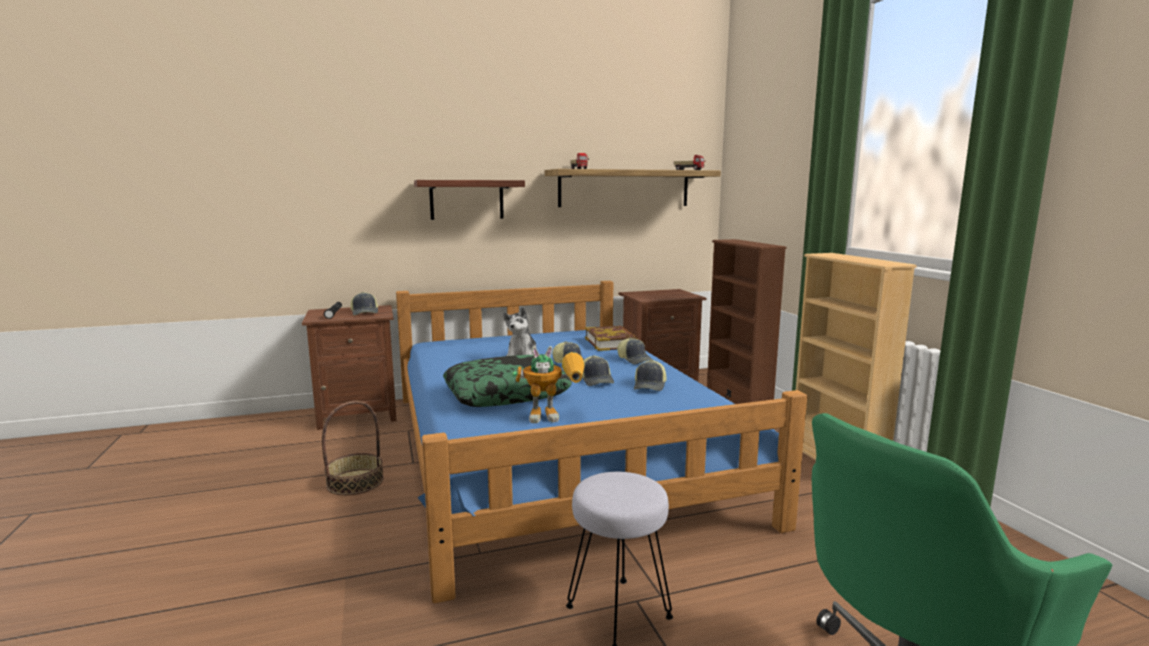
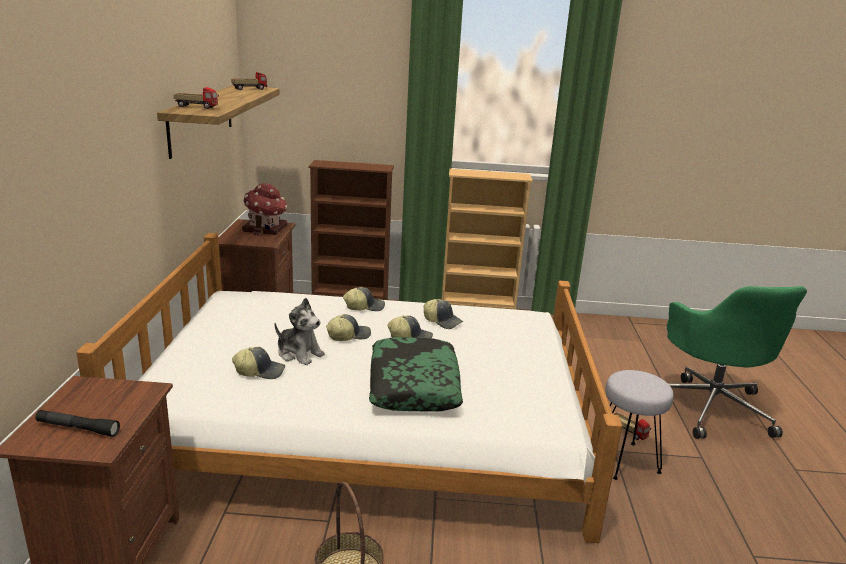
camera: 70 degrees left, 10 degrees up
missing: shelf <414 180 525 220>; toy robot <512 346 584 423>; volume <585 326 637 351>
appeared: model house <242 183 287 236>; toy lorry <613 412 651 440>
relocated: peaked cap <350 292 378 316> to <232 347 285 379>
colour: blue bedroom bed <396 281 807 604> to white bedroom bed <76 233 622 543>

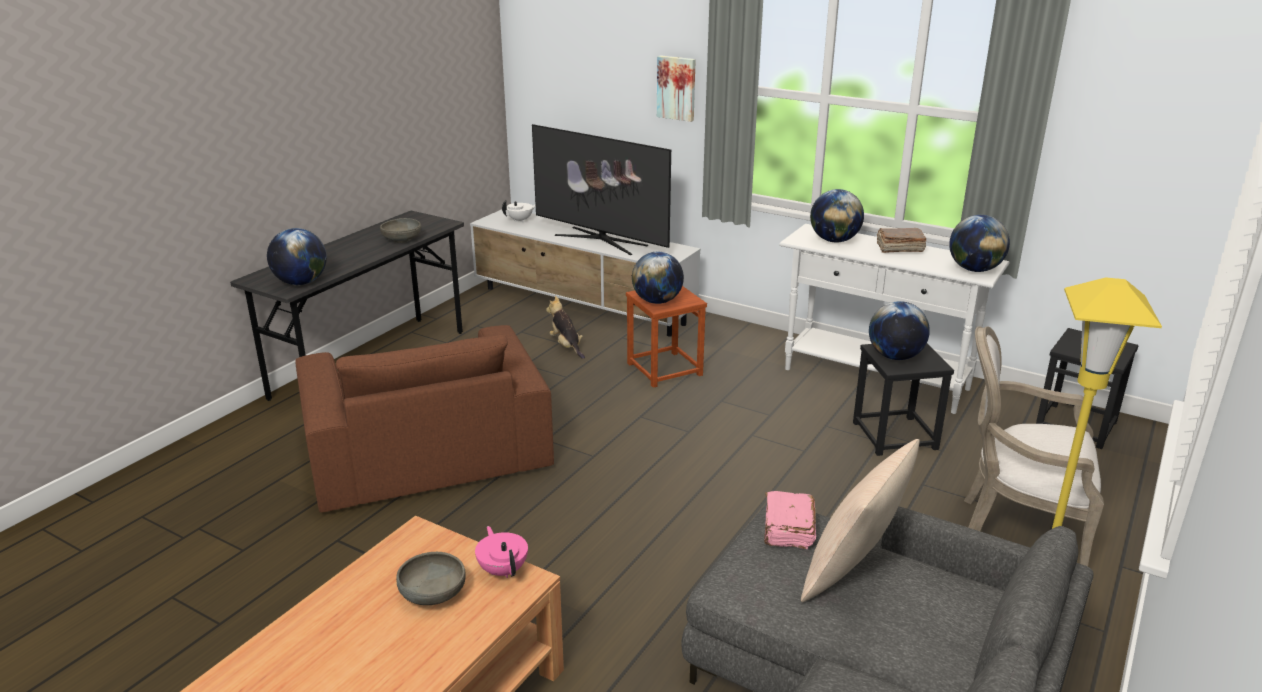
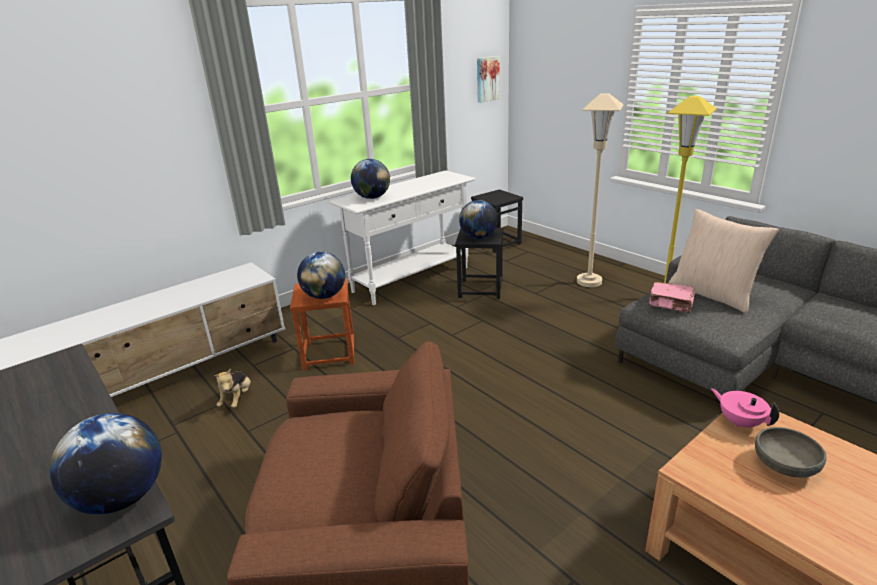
camera: 70 degrees left, 0 degrees up
missing: greyish deep dish <380 218 421 243>; white tea pot <502 200 536 223>; TV set <532 124 671 255>; brownish volume <877 228 927 253>; desk globe <949 215 1010 272>
relocated: picture <657 55 696 122> to <477 56 500 103>
exchanged: lounge chair <964 326 1104 566> to sand-coloured floor lamp <577 93 623 287>
spun: pink tea pot <475 526 528 578> = <711 388 779 428> 60 degrees clockwise; soft toy <546 296 585 359> = <214 369 251 408> 75 degrees counterclockwise

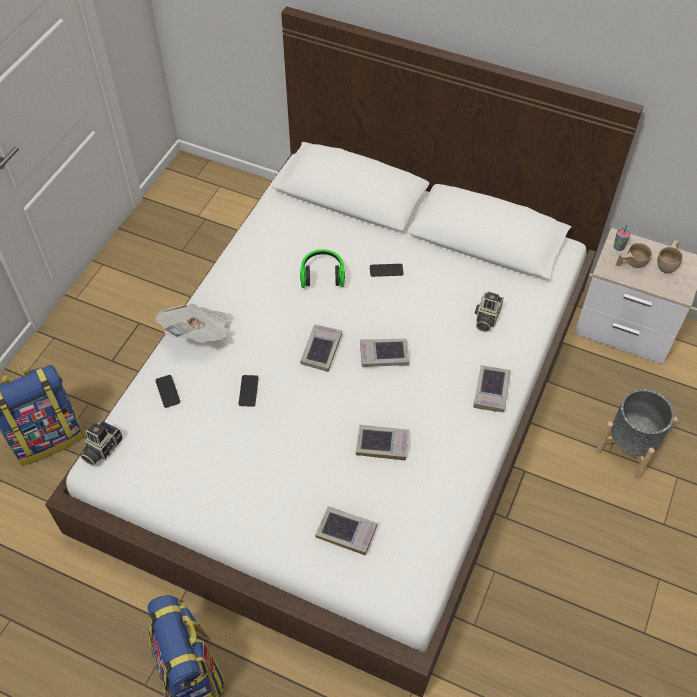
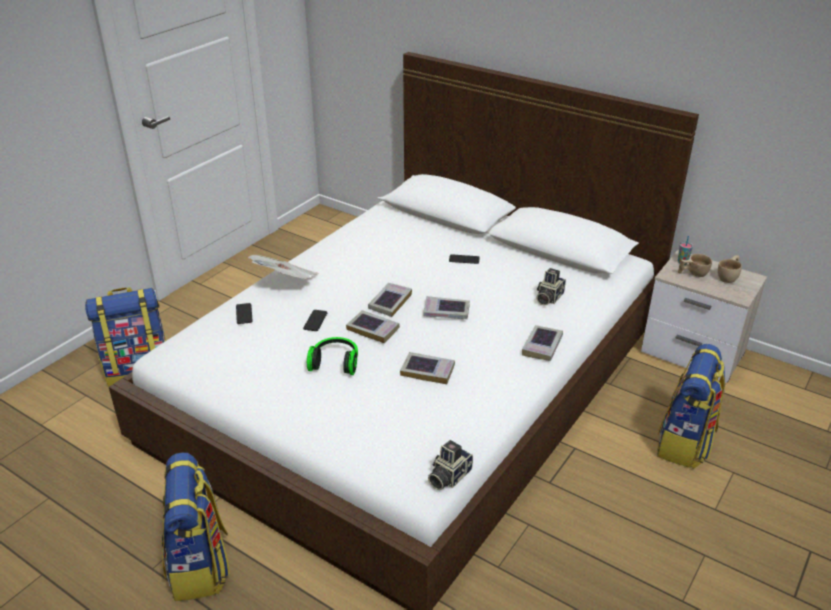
camera: 10 degrees right, 20 degrees down
relocated: photo camera <80 421 123 466> to <428 440 473 490>; headphones <300 249 345 288> to <307 337 358 375>; volume <315 506 377 555> to <346 310 400 343>
exchanged: greyish flower pot <596 389 678 479> to rucksack <657 344 726 469>

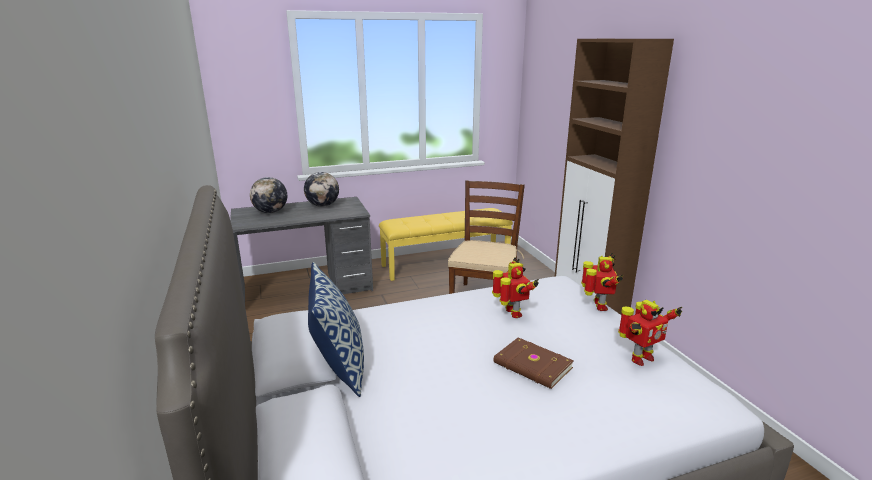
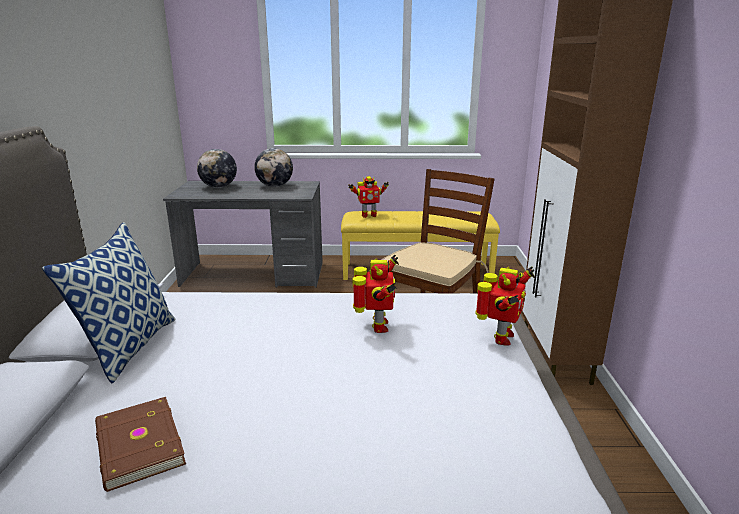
camera: 20 degrees right, 0 degrees up
relocated: brownish volume <494 337 574 389> to <95 397 186 492>; toy robot <618 300 682 366> to <348 176 389 218>

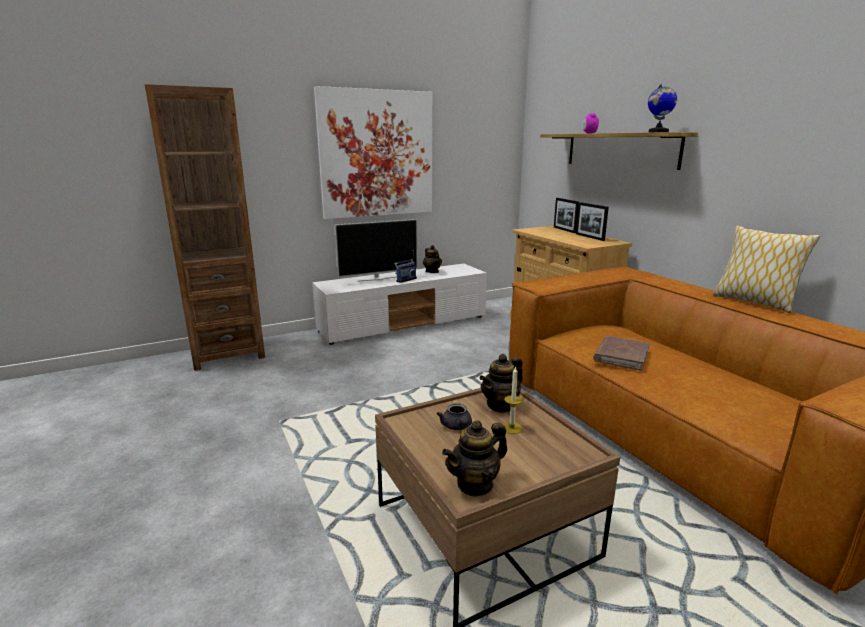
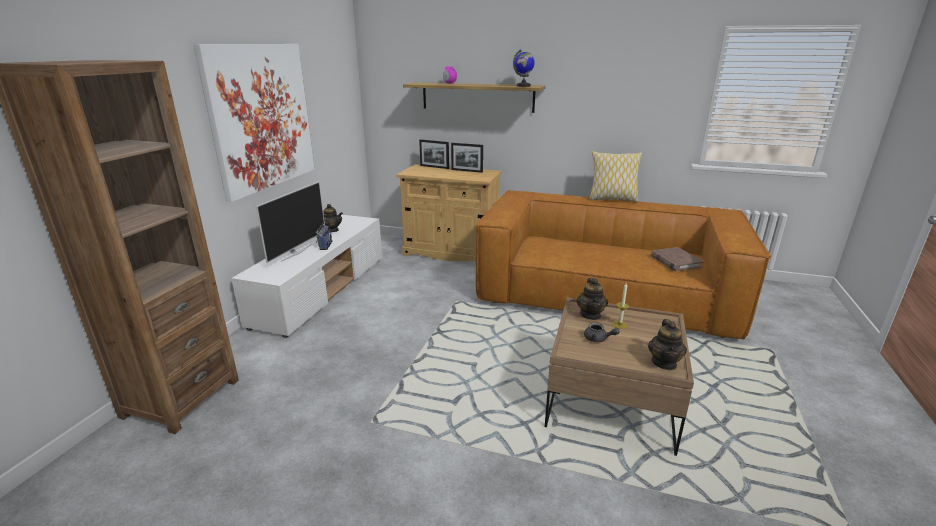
camera: 45 degrees left, 5 degrees up
relocated: brownish volume <593 336 650 371> to <651 247 704 271>

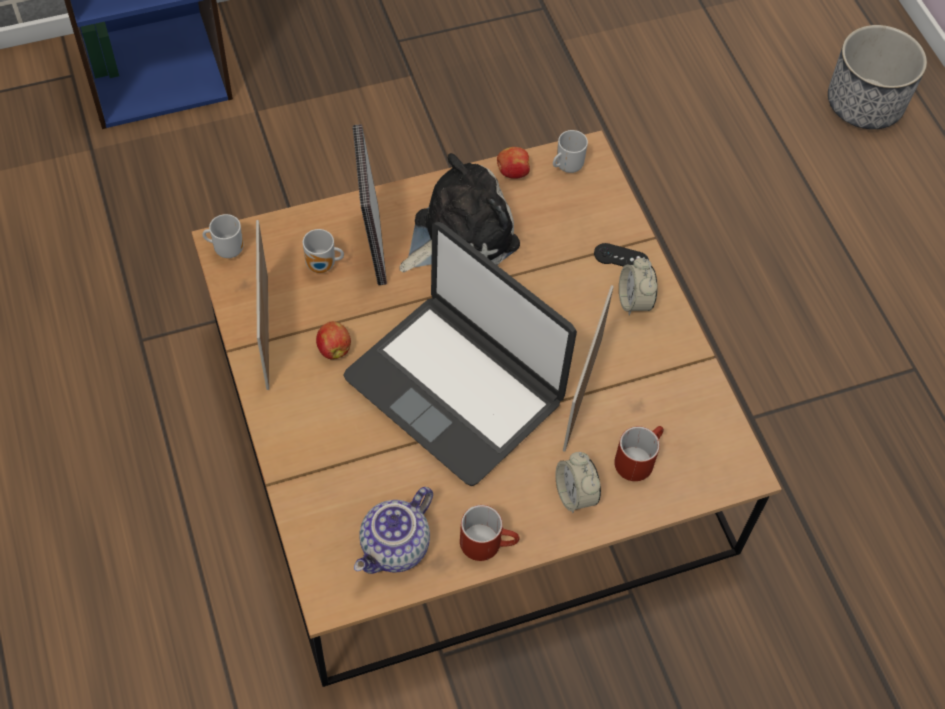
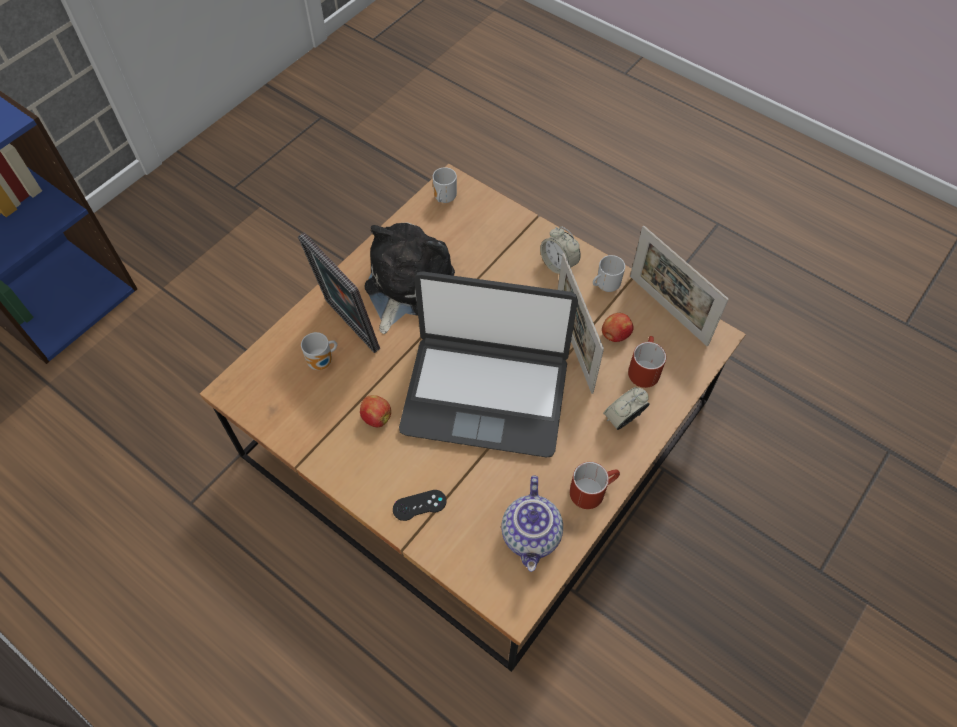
camera: 30 degrees left, 0 degrees up
missing: flower pot <828 25 927 129>
relocated: tea mug <203 214 243 258> to <593 255 625 292>; standing frame <256 220 269 390> to <630 226 729 346>; whole apple <497 147 530 179> to <602 313 634 342>; blackish joypad <594 243 649 267> to <393 490 447 521>
spun: alarm clock <555 452 601 513> = <603 387 650 430> 105 degrees clockwise

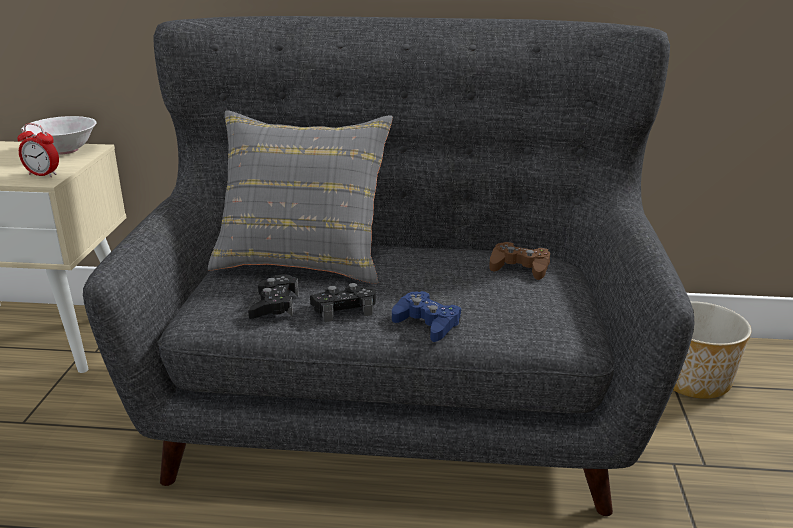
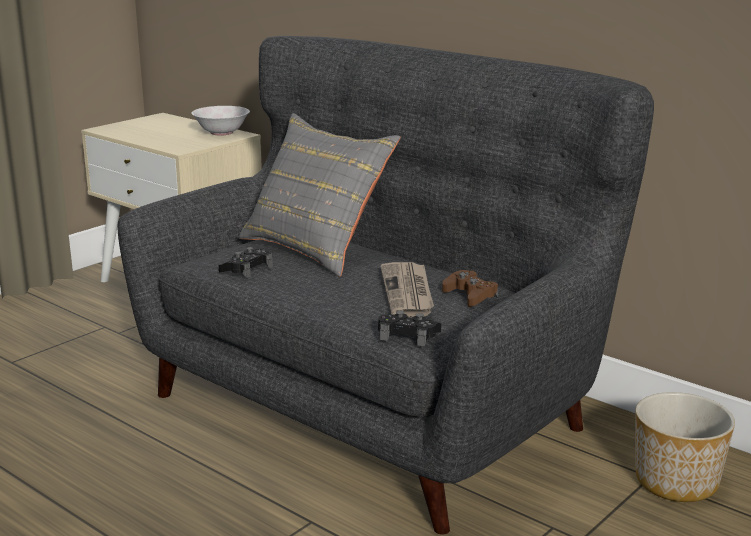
camera: 35 degrees right, 5 degrees down
missing: alarm clock <17 123 59 177>; blue joypad <392 291 461 342>
appeared: newspaper <380 262 434 317>
relocated: blackish joypad <310 283 376 322> to <378 311 441 346>

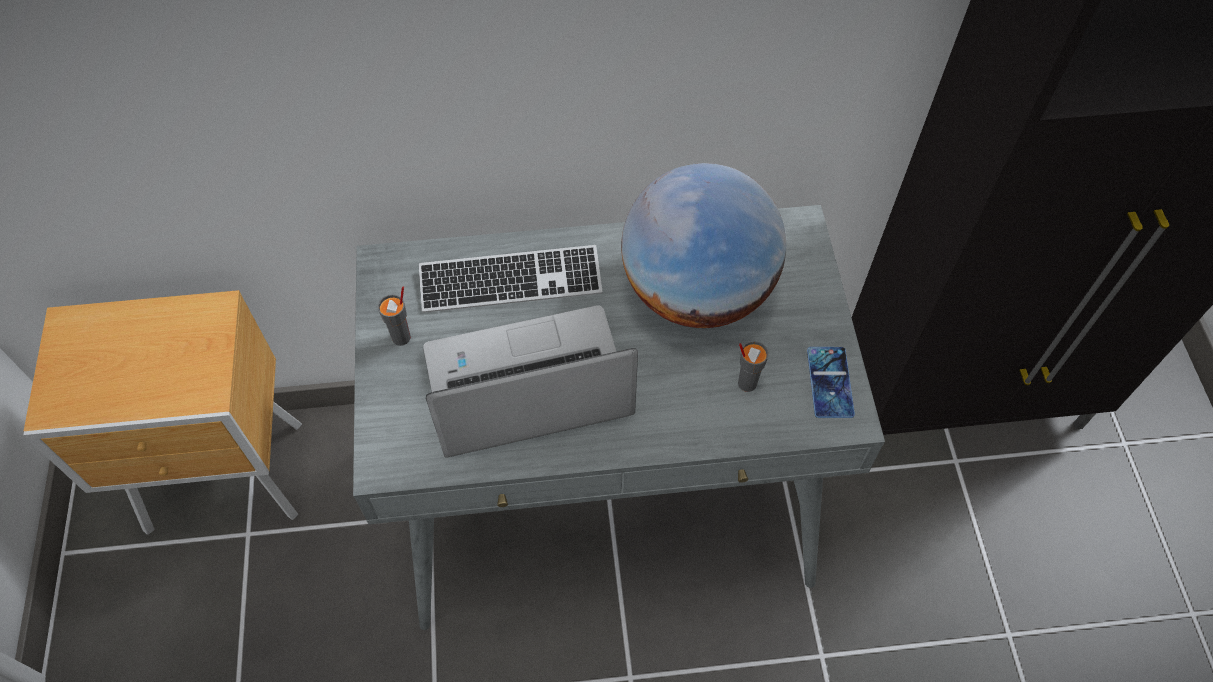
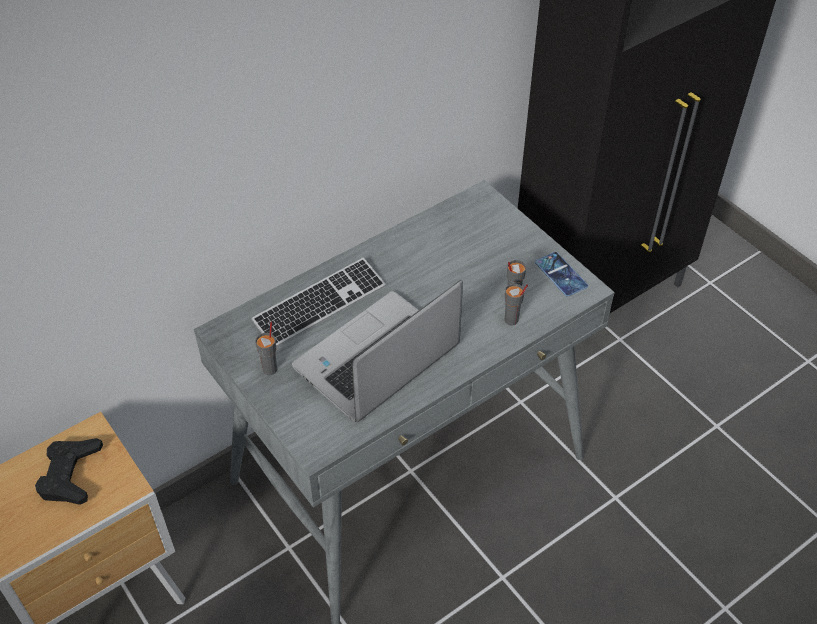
camera: 30 degrees left, 10 degrees down
missing: desk globe <621 163 786 328>
appeared: blackish joypad <35 438 103 505>; greyish small cup <505 284 528 326>

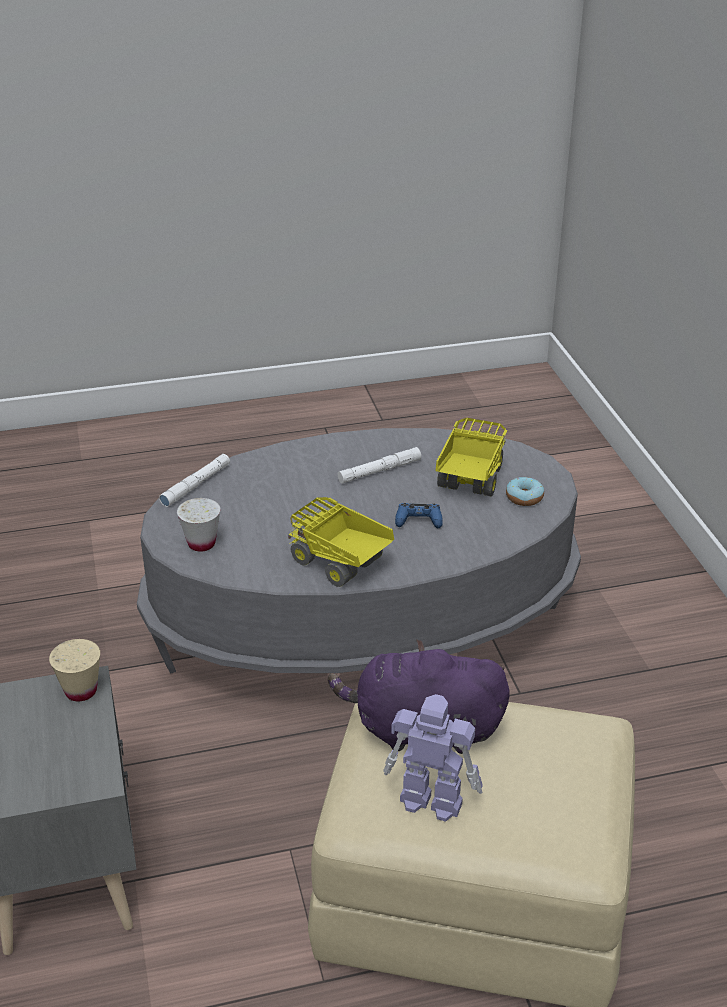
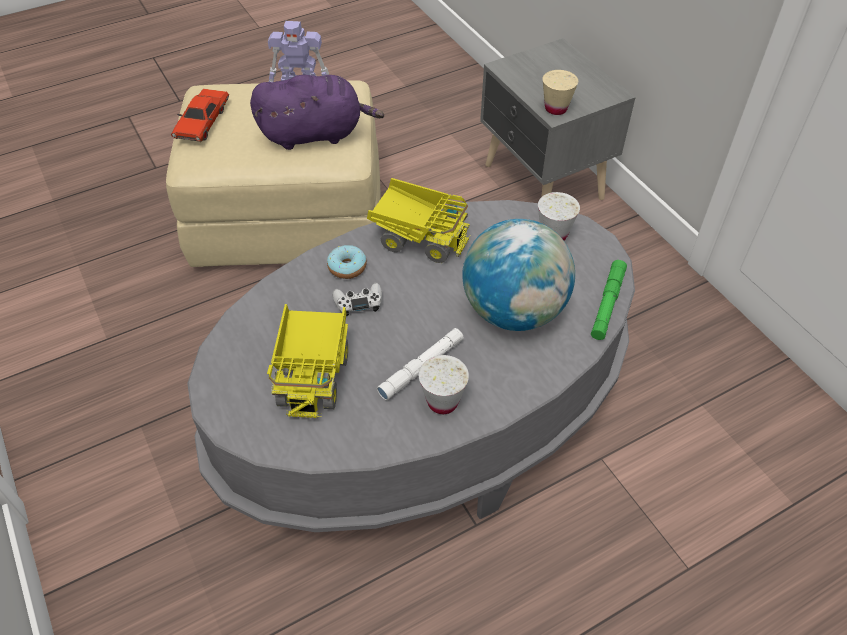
camera: 165 degrees right, 15 degrees up
appeared: red-coloured toy car <171 89 229 142>; white small cup <419 355 469 414>; desk globe <462 219 575 331>
relocated: donut <506 477 544 506> to <327 245 367 279>
colour: white flashlight <159 454 230 507> to green flashlight <591 260 627 340>; blue joypad <395 503 443 528> to white joypad <332 283 382 316>

